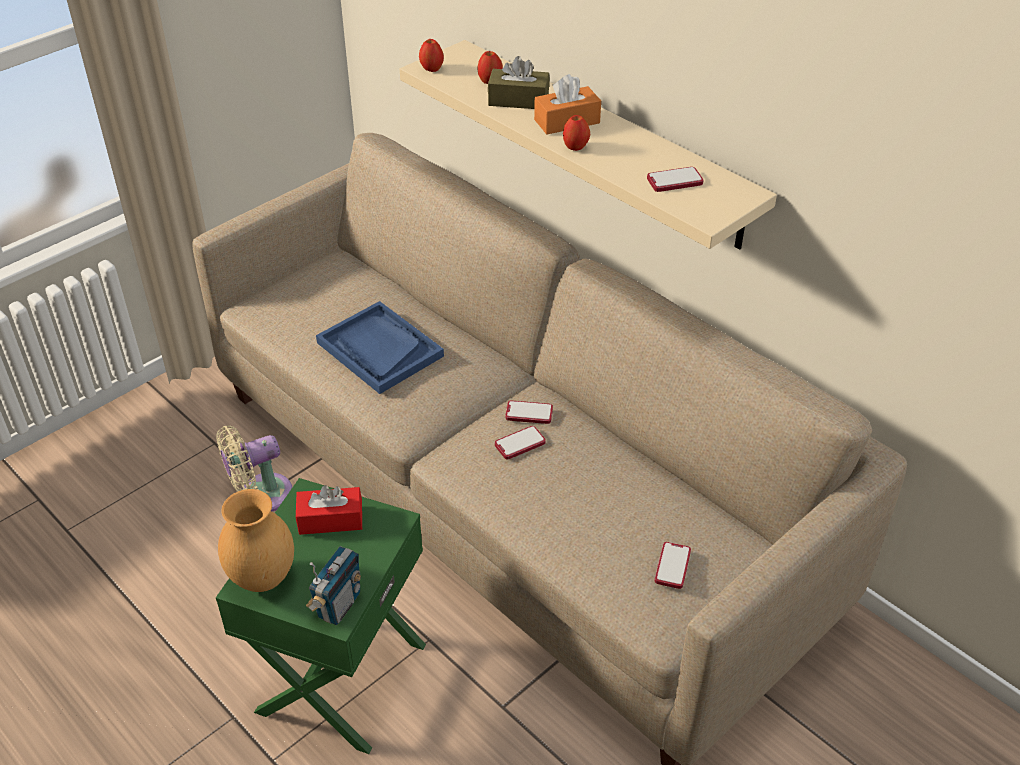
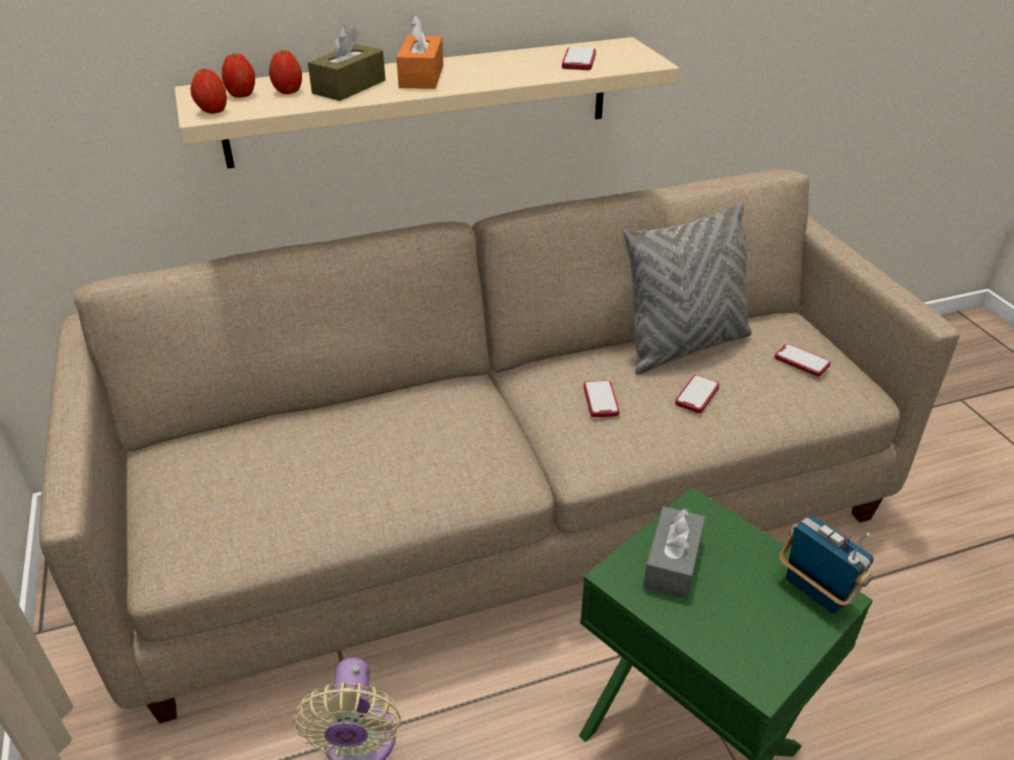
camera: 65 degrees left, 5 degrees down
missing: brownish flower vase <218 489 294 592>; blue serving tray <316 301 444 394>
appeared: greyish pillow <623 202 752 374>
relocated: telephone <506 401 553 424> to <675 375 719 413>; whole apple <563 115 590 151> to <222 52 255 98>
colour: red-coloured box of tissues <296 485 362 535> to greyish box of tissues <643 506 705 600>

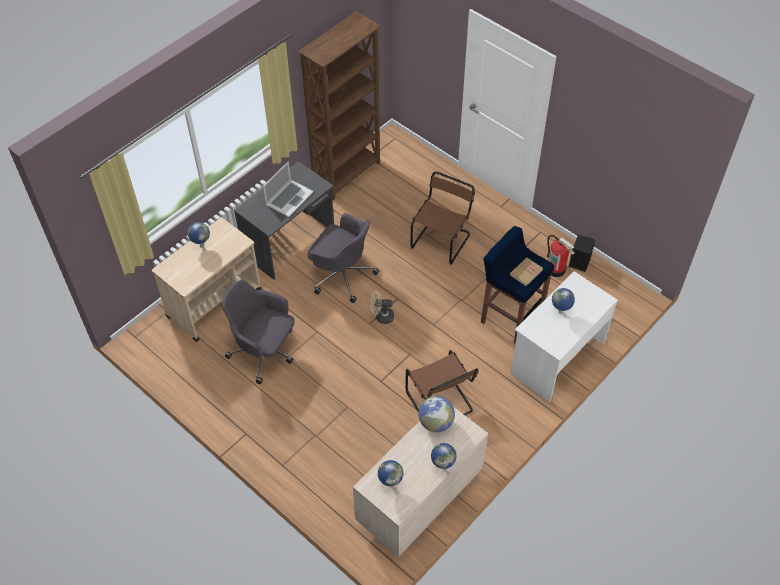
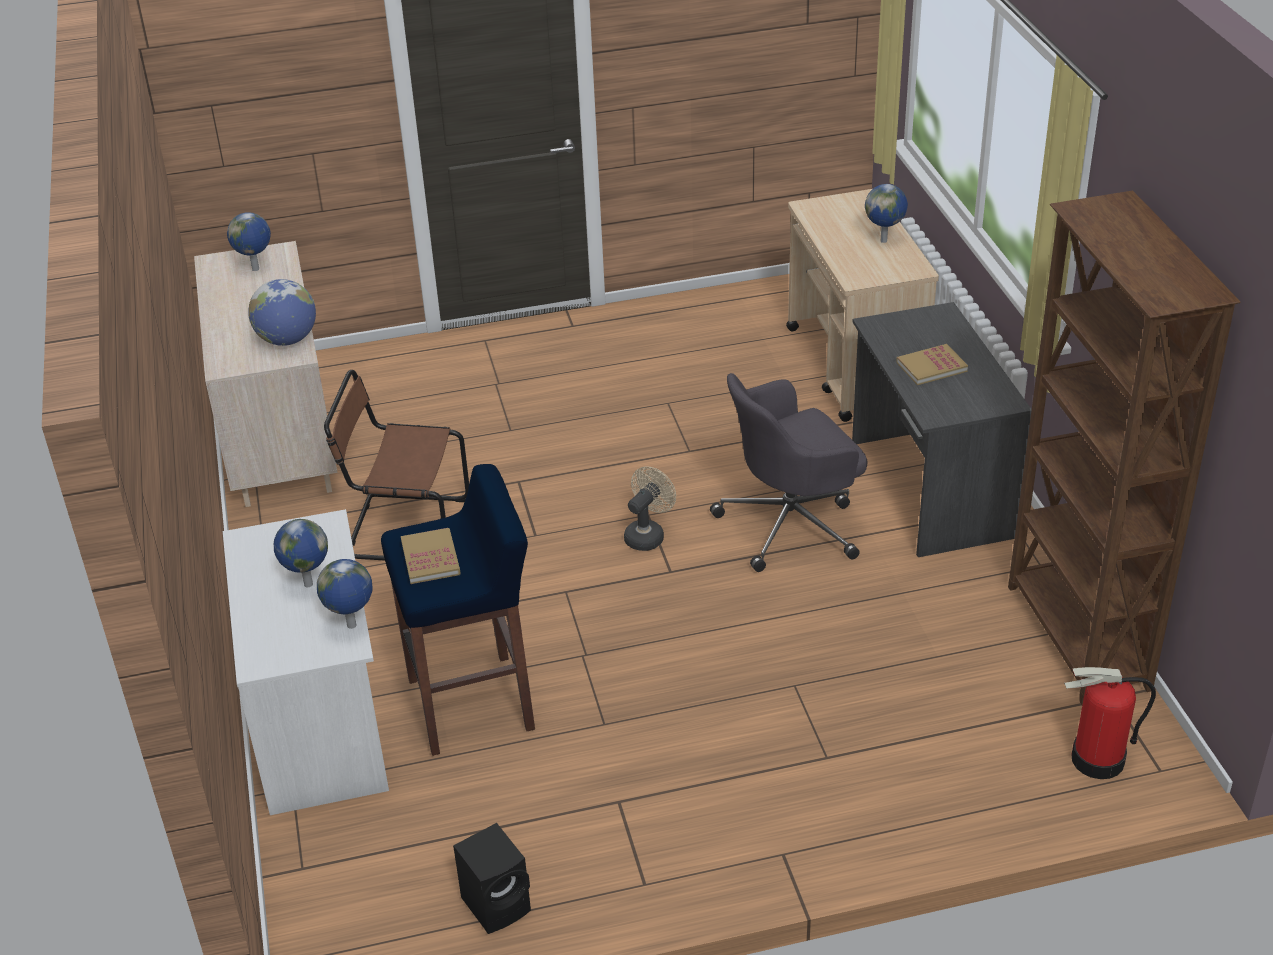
camera: 125 degrees right, 15 degrees down
missing: greyish desk chair <222 280 295 384>; brownish upright chair <410 172 475 265>
relocated: desk globe <431 443 456 469> to <317 559 373 629>; extinguisher <547 235 575 277> to <1064 667 1156 779>
exchanged: portable computer <263 161 313 217> to volume <896 344 968 385>

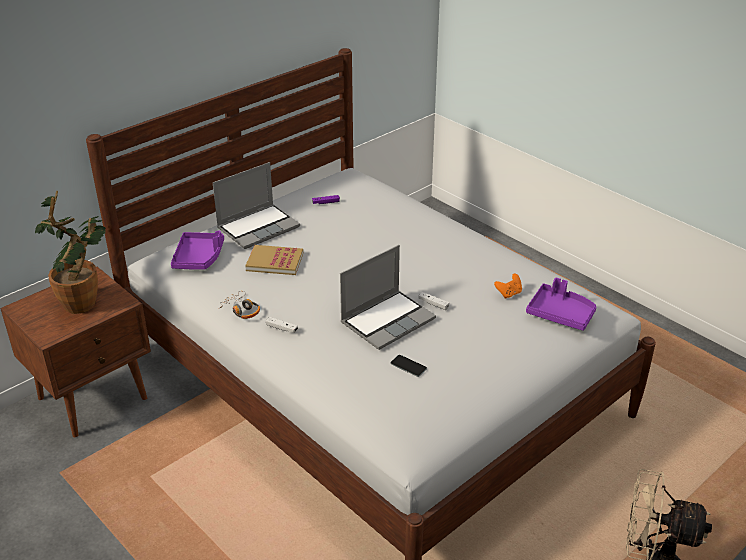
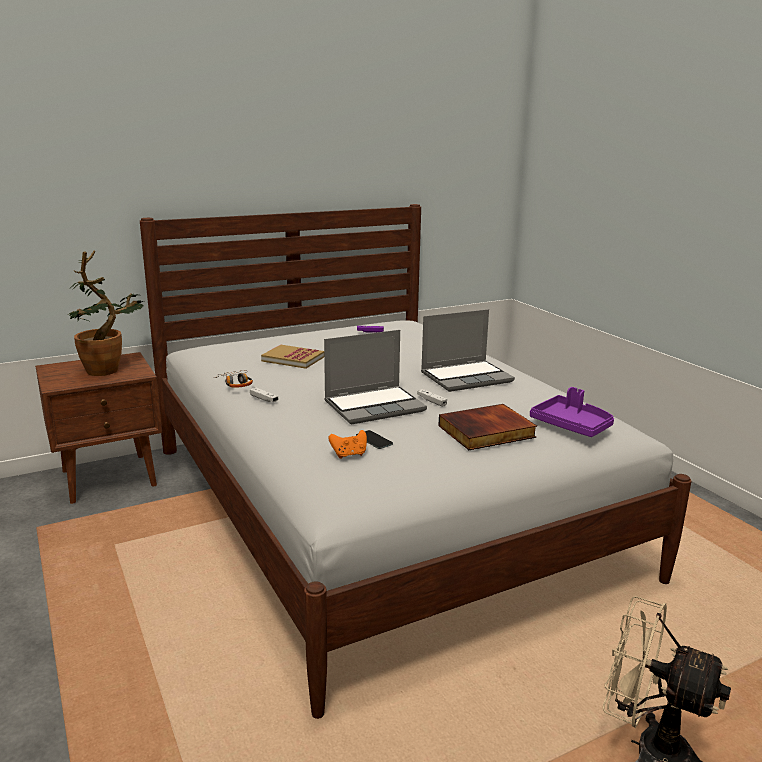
camera: 15 degrees right, 15 degrees down
missing: purplish serving tray <171 231 224 270>
appeared: volume <438 404 537 450>
relocated: portable computer <213 162 300 249> to <421 309 515 392>; orange-coloured joypad <494 273 522 299> to <328 430 367 459>

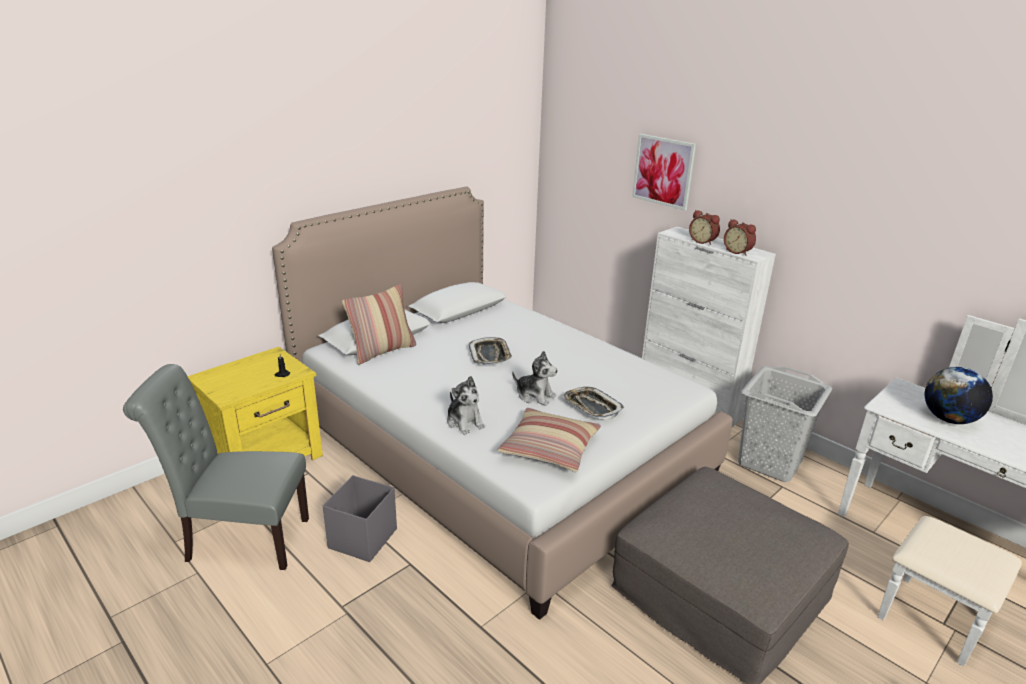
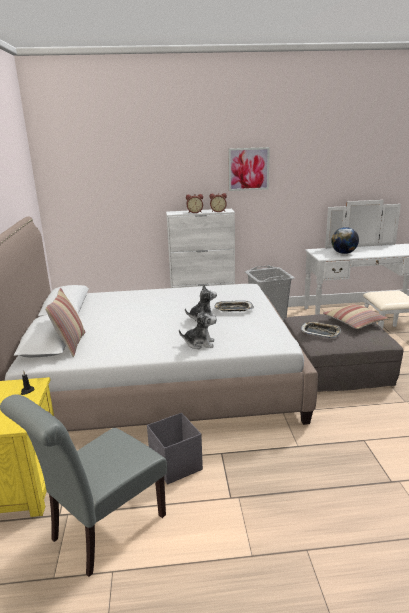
camera: 50 degrees left, 5 degrees down
relocated: serving tray <469 337 512 365> to <301 321 341 338>; pillow <497 408 601 472> to <323 304 389 329>; picture <632 134 696 211> to <229 147 270 191>

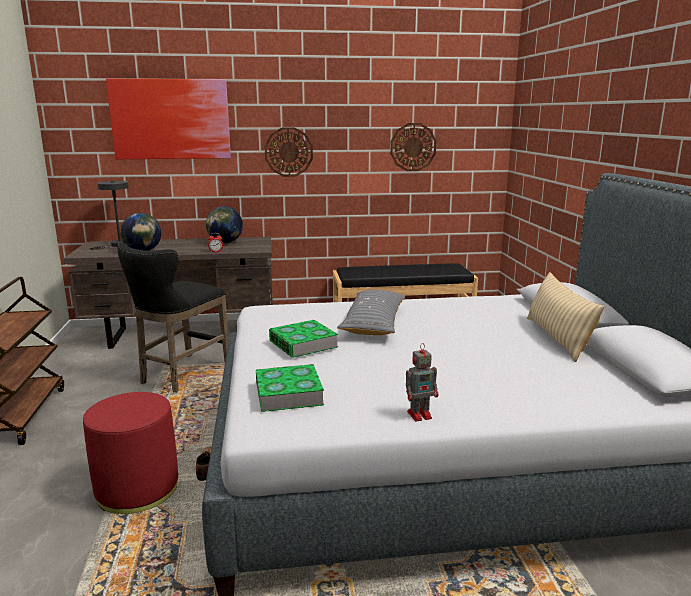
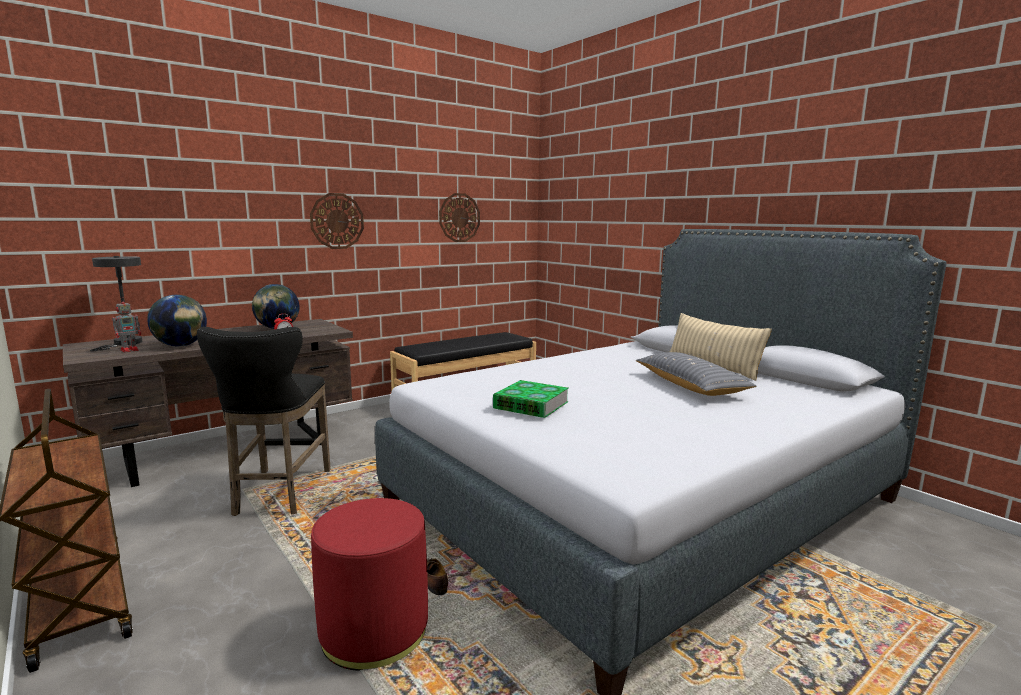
camera: 30 degrees left, 5 degrees down
missing: picture <106 79 231 159>; volume <256 364 324 412>
relocated: greyish pillow <337 290 405 335> to <636 352 757 396>; toy robot <406 343 438 422> to <112 297 141 352>

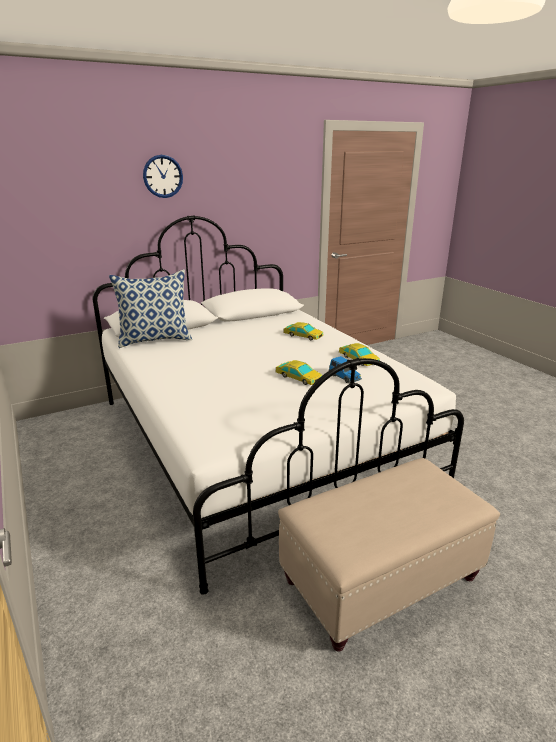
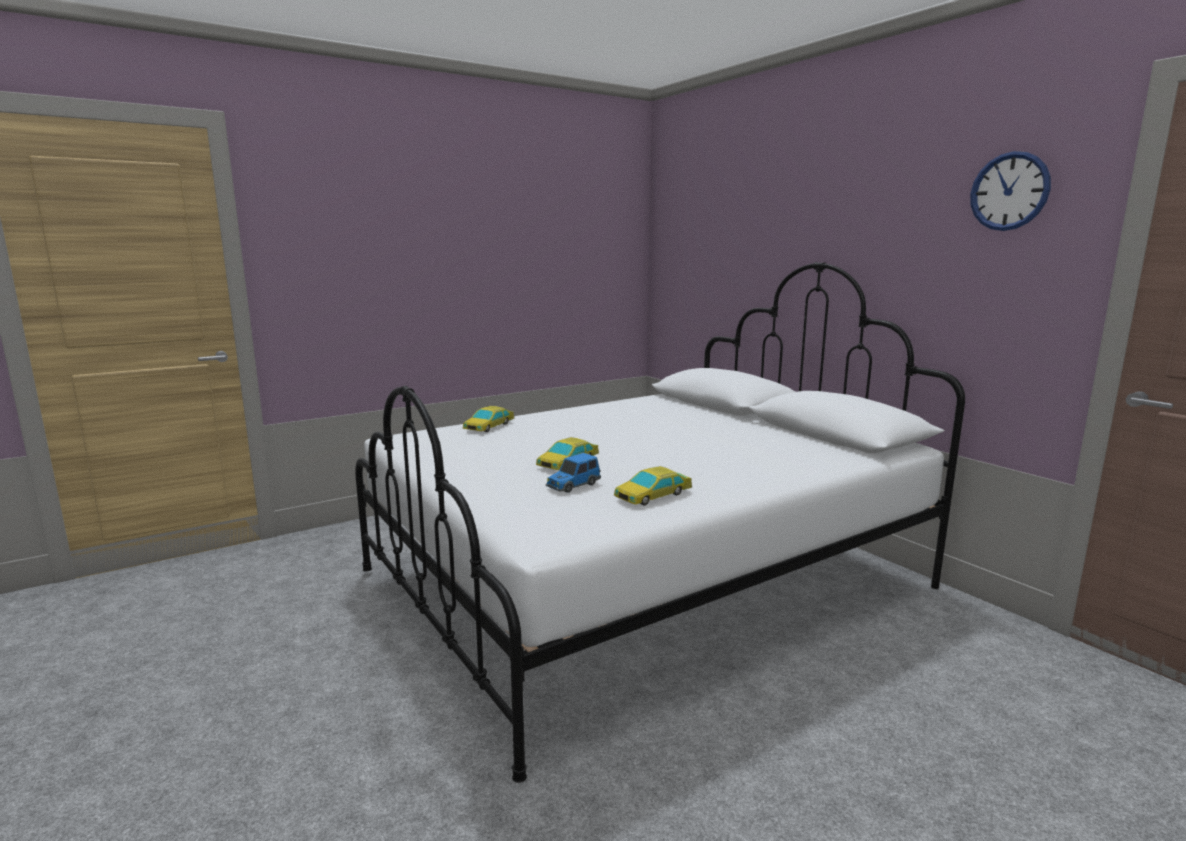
camera: 85 degrees right, 10 degrees down
missing: pillow <109 270 192 348>; sand-coloured footrest <278 458 500 651>
relocated: wall clock <143 155 183 198> to <970 151 1051 231>; toy car <283 322 324 340> to <463 406 514 432>

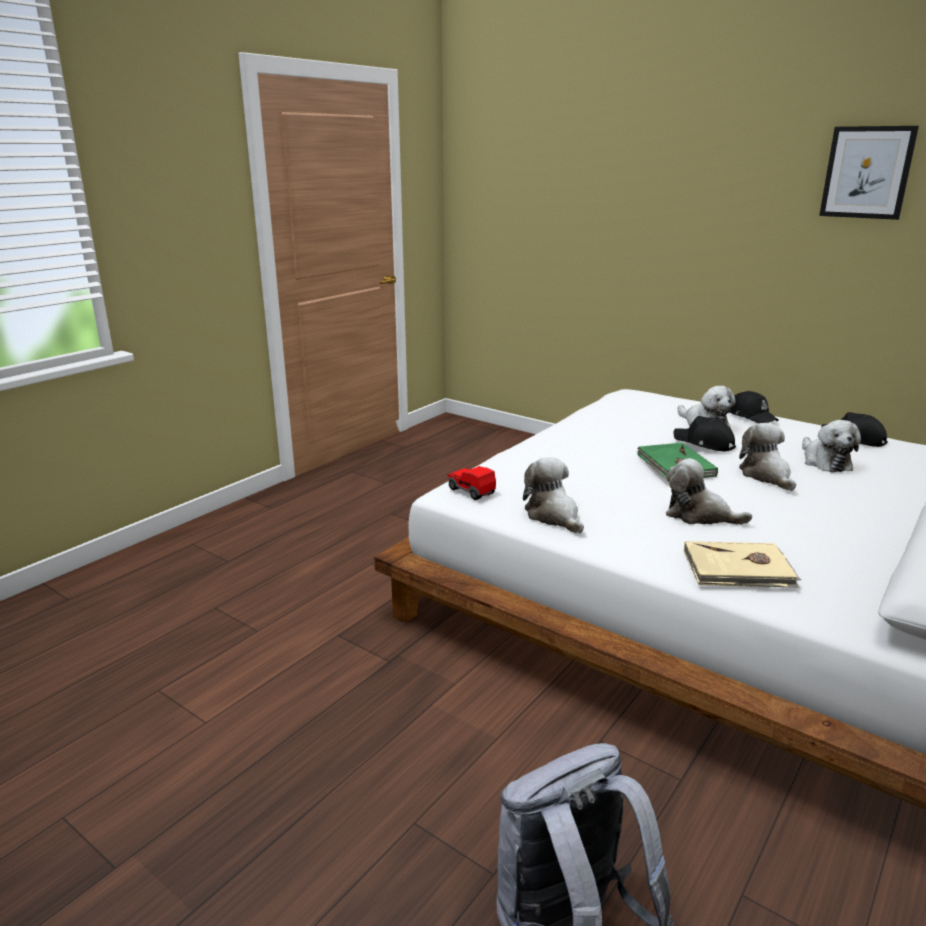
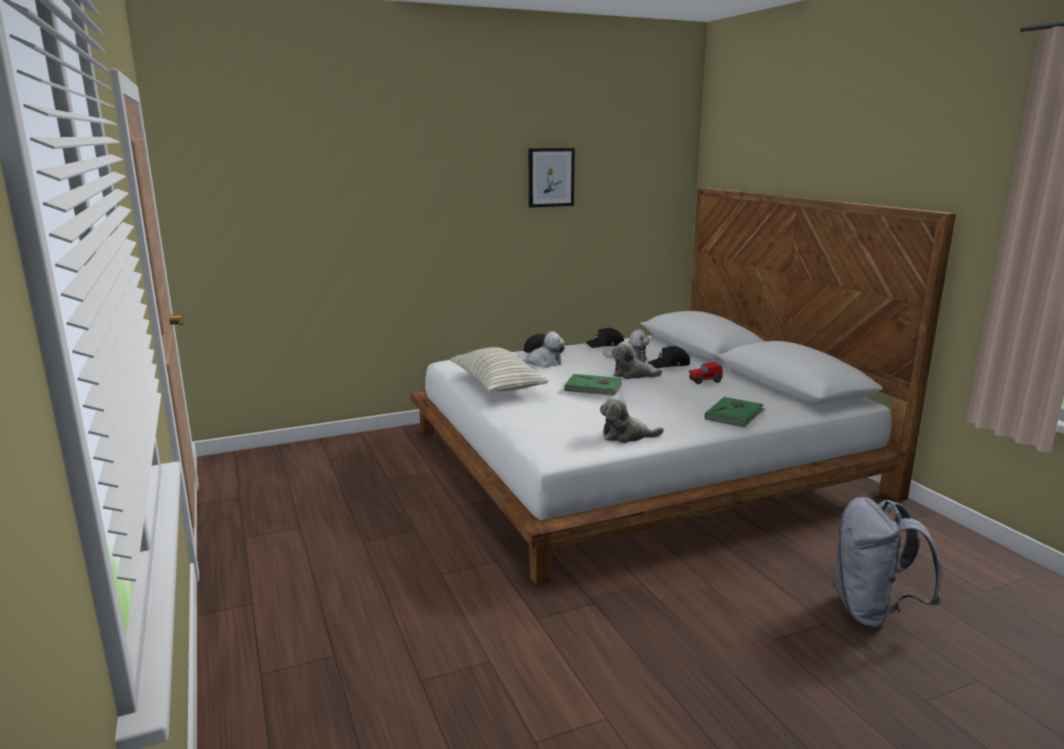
camera: 60 degrees left, 5 degrees down
missing: soft toy <666 458 752 524>
appeared: pillow <450 347 549 393>
relocated: toy car <448 466 496 500> to <689 362 723 384>; blackish peaked cap <673 416 736 451> to <648 346 690 368>
colour: sand-coloured volume <684 541 801 588> to green volume <705 397 765 427>

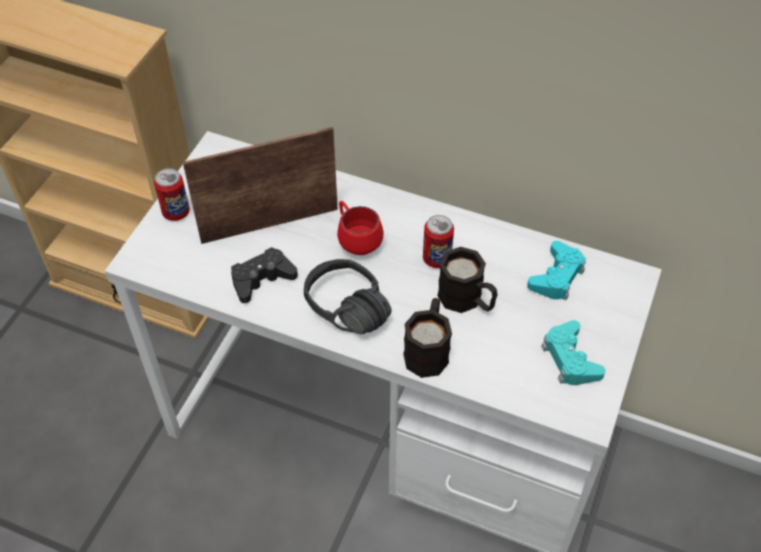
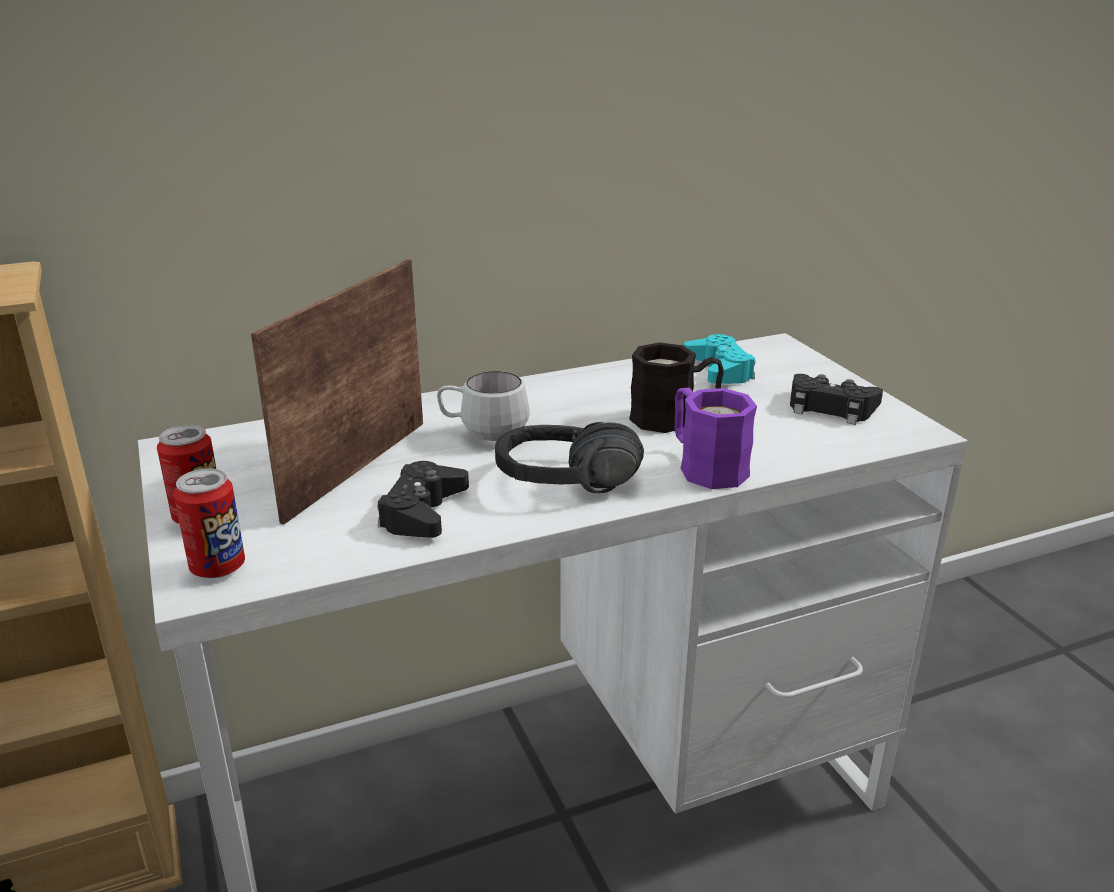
camera: 45 degrees left, 25 degrees down
relocated: sealed can <423 215 454 268> to <174 469 245 578>
colour: red-coloured tea mug <337 201 384 255> to white tea mug <437 371 530 441>; blackish tea mug <403 298 452 378> to purplish tea mug <675 388 757 489>; blue-green joypad <541 320 605 385> to blackish joypad <790 374 883 425>

